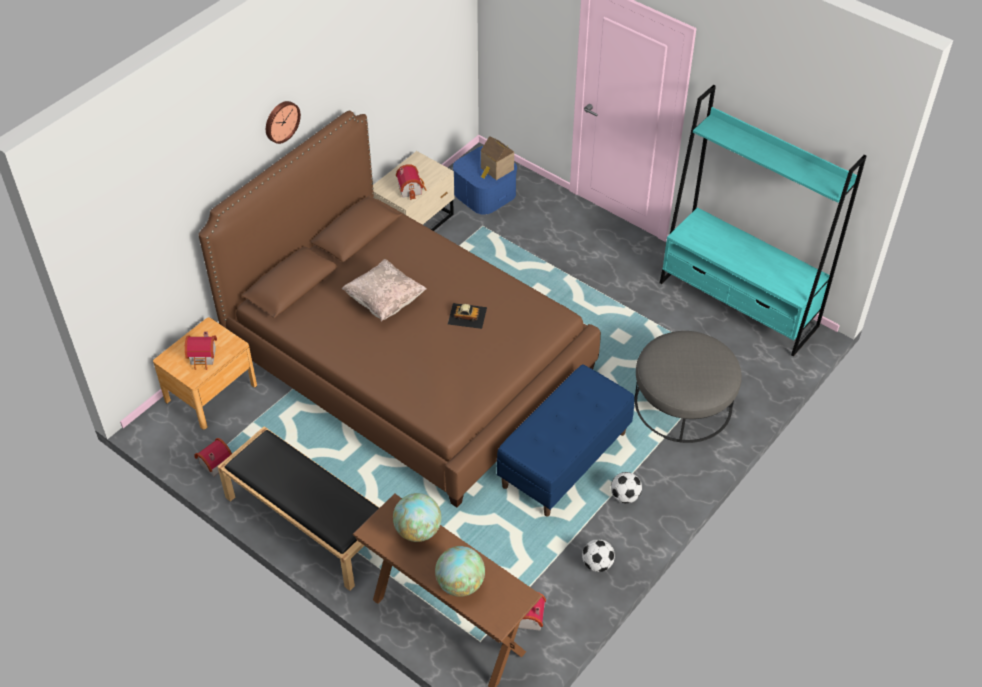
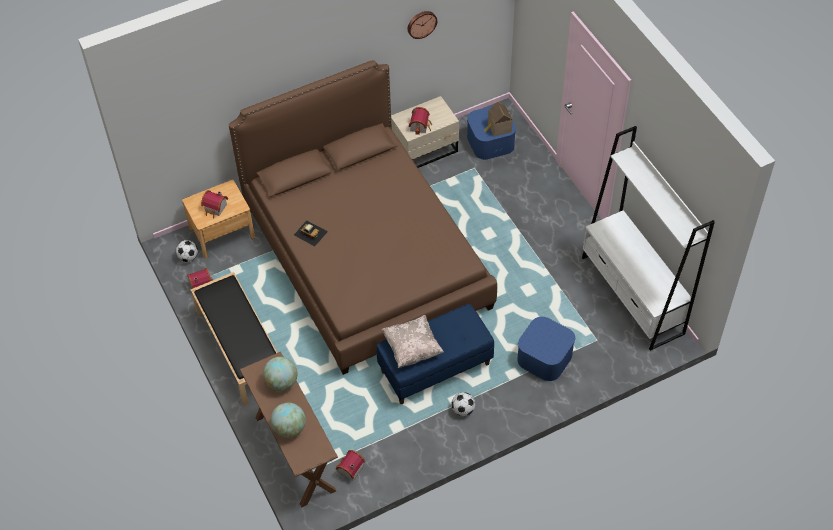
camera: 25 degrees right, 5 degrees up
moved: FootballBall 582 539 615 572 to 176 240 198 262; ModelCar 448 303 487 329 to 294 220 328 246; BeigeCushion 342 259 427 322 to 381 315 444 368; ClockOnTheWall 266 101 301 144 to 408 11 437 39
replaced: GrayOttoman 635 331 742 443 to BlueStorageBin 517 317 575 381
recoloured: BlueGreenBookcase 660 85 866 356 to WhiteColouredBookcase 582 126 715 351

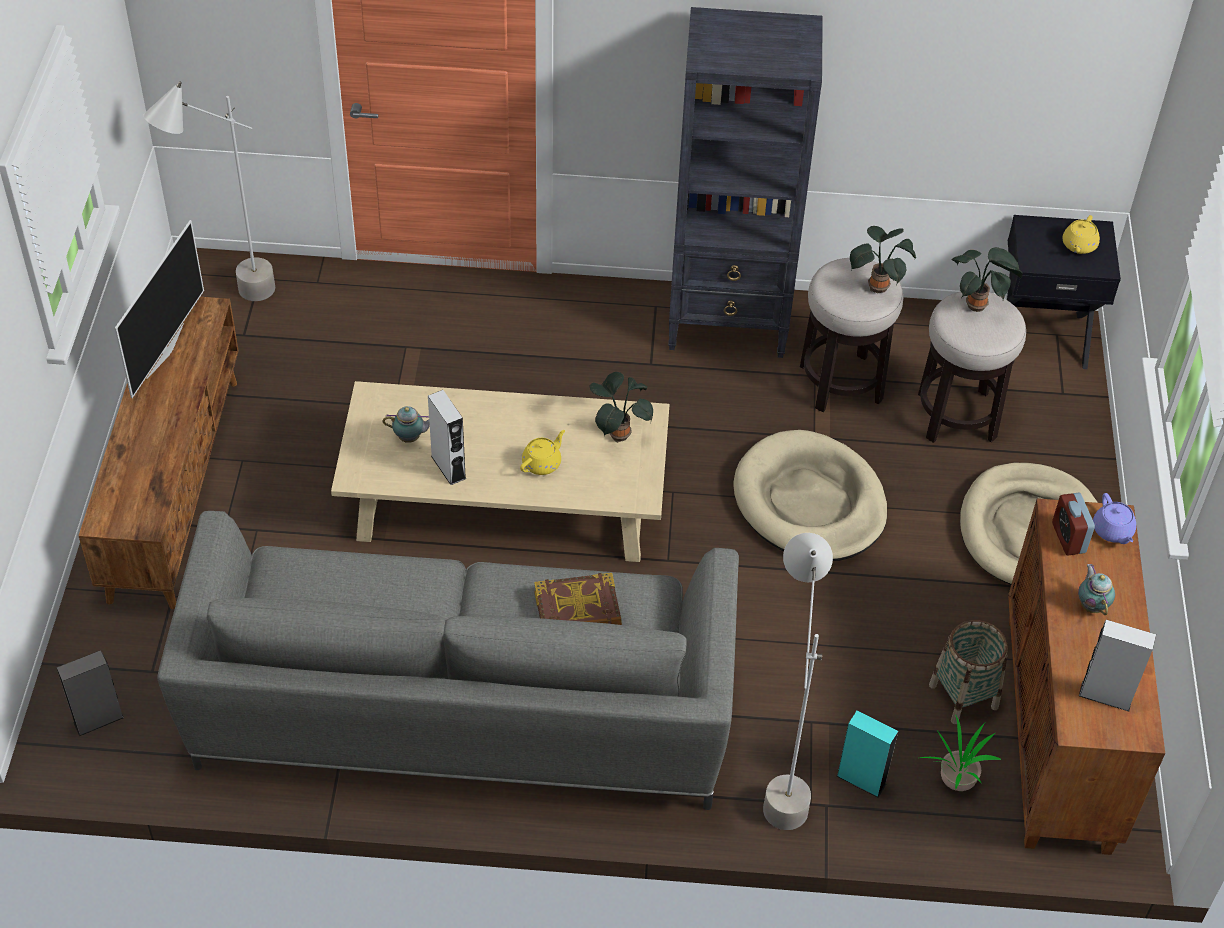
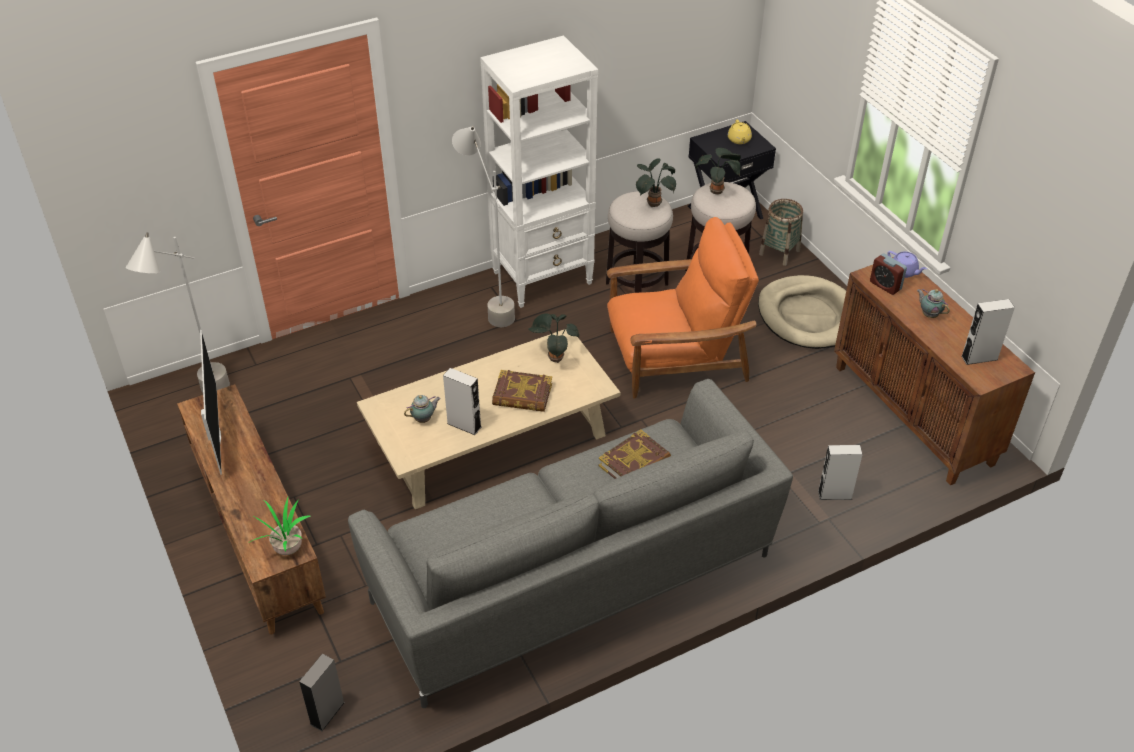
camera: 30 degrees left, 5 degrees down
moved: Houseplant 920 715 1001 791 to 250 498 311 555; GrayStandardLamp 763 533 833 830 to 452 126 515 327; HouseholdBasket 929 620 1008 724 to 759 199 803 266
replaced: YellowColouredTeapot 520 430 565 475 to BoundBook 492 370 552 412; BeigePetBed 734 430 887 561 to OrangeLoungeChair 607 217 759 398
recoloured: BlackBookcase 668 7 823 358 to WhiteColouredBookcase 480 35 598 308; BlueGreenLoudspeaker 837 711 898 798 to GrayLoudspeaker 818 445 863 500

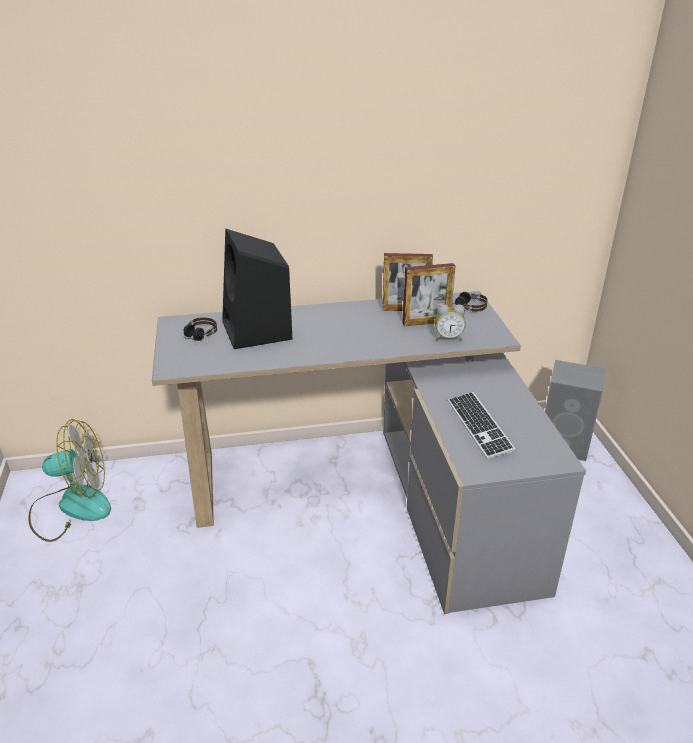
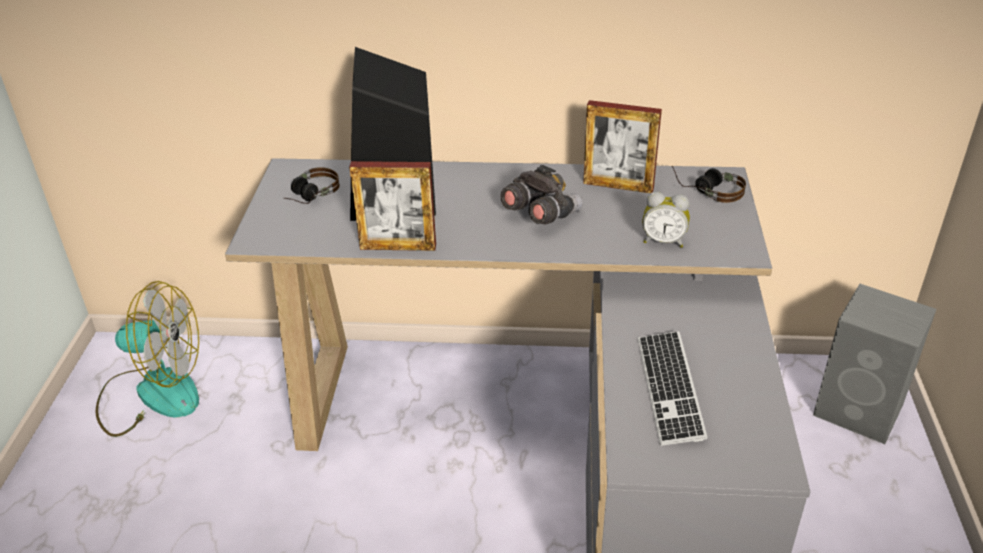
camera: 15 degrees right, 5 degrees up
added: GrayFieldGlasses 500 165 583 225
moved: StandingFrame 402 263 455 326 to 349 161 436 251

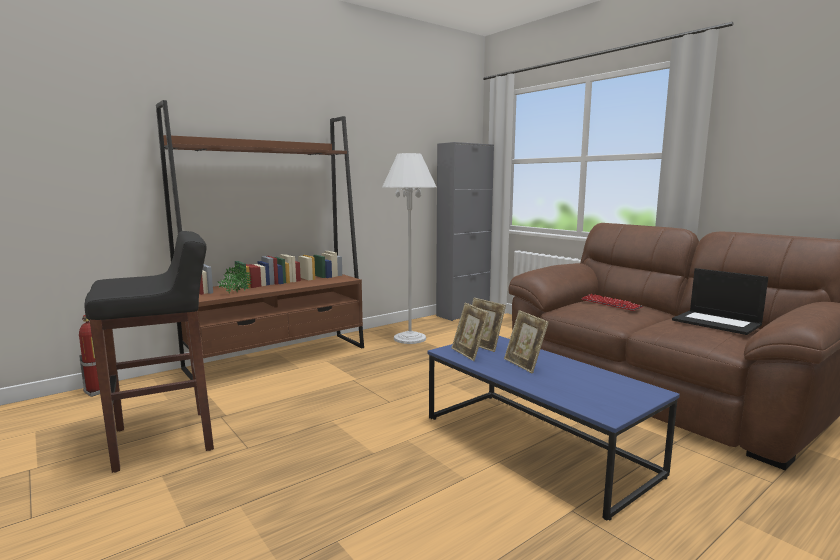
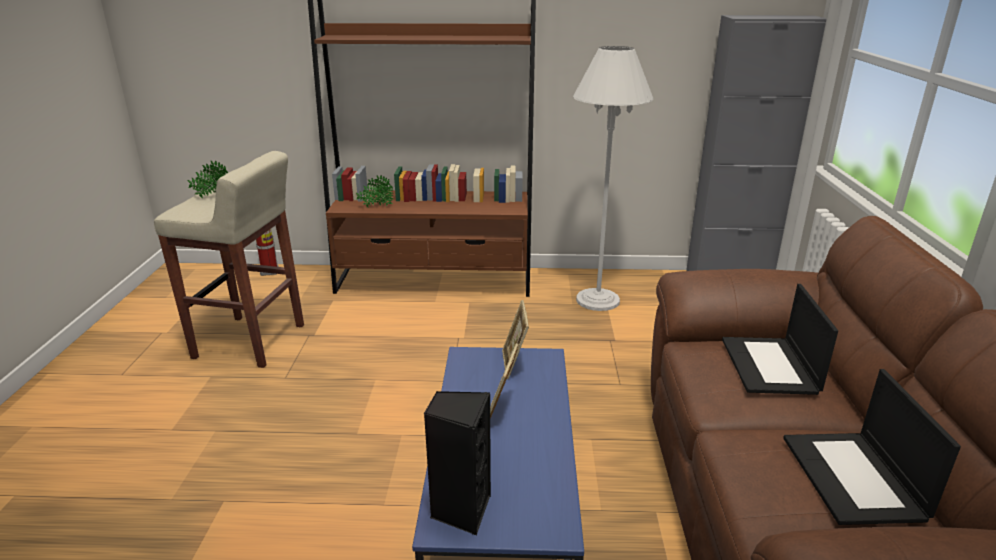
camera: 40 degrees right, 15 degrees up
removed: StandingFrame 451 303 489 361
added: Houseplant 187 160 228 199; BlackLoudspeaker 424 391 491 535
replaced: ComputerKeyboard 581 294 643 311 to Laptop 722 284 838 395
recoloured: BlackStool 84 231 214 473 to BeigeStool 154 151 304 368

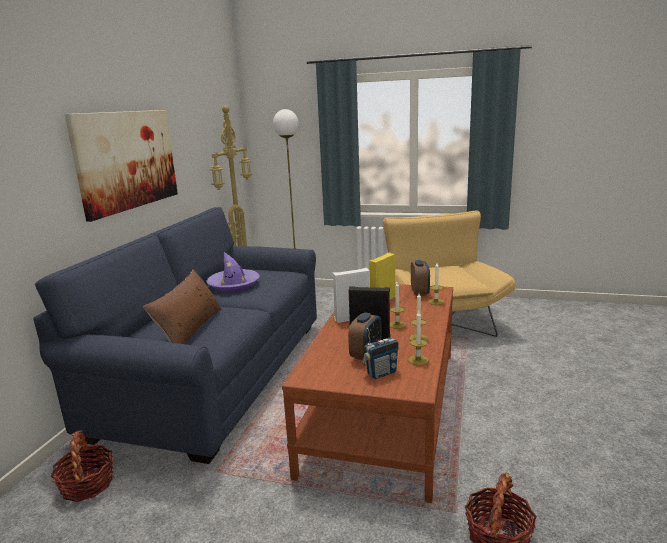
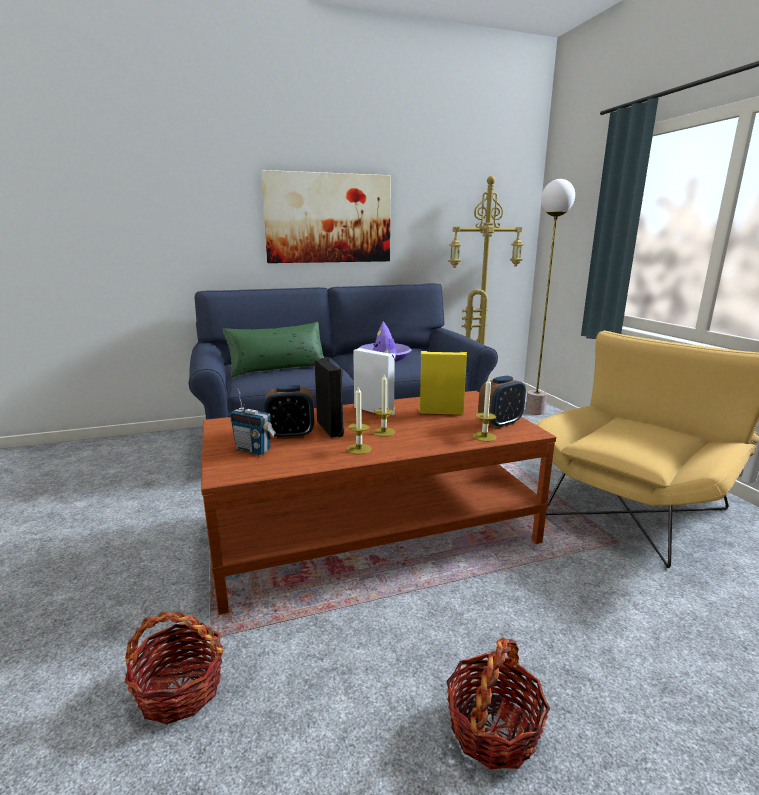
camera: 55 degrees right, 0 degrees up
removed: Candle 408 311 428 365
moved: HouseholdBasket 51 431 114 502 to 446 638 550 770
recoloured: BrownColouredCushion 143 269 222 344 to GreenCushion 223 322 324 377

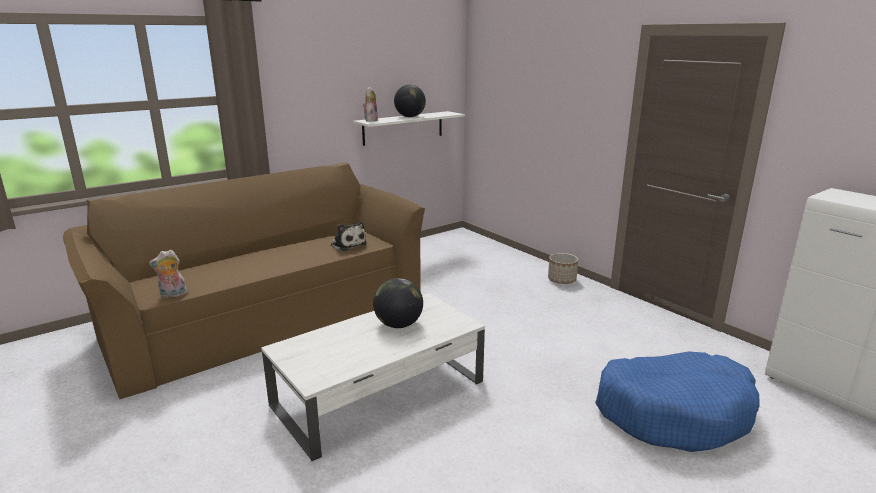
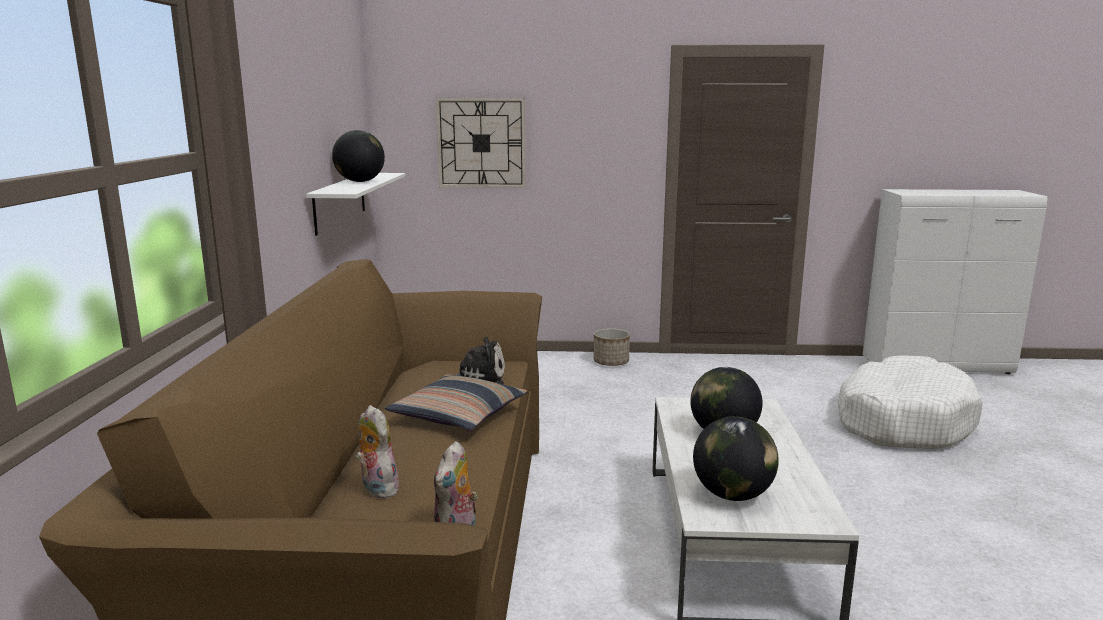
camera: 50 degrees left, 5 degrees down
added: Cushion 385 374 527 430; ClockOnTheWall 436 98 526 188; Globe 693 416 779 501
moved: SoftToy 363 87 378 122 to 356 405 399 498
recoloured: BluePetBed 595 351 760 452 to WhiteColouredPetBed 838 355 982 449

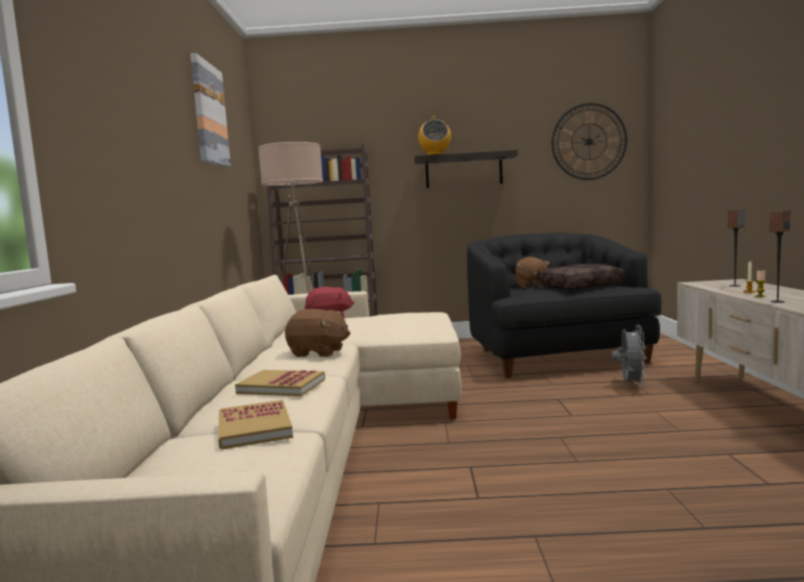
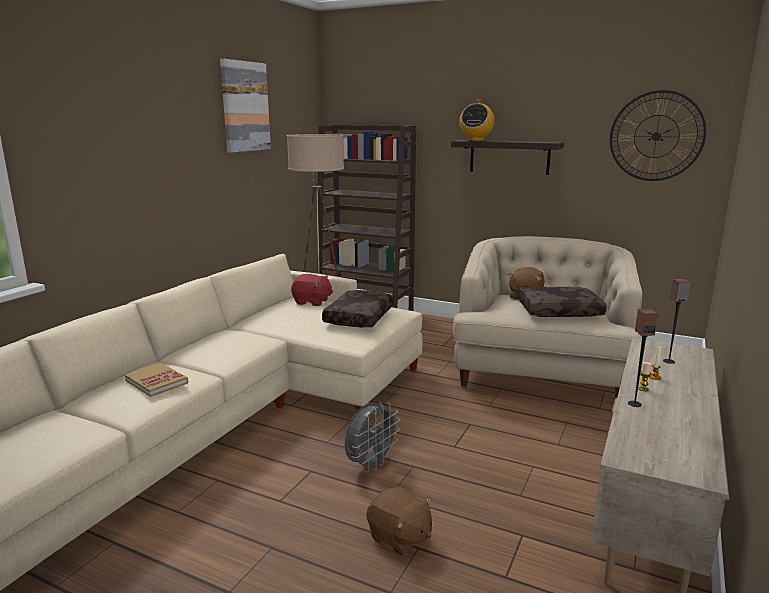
camera: 25 degrees right, 10 degrees up
removed: BoundBook 218 400 293 450
added: BrownColouredCushion 322 290 394 327
moved: GrayElectricFan 612 325 647 387 to 345 402 400 473; BrownColouredSoftToy 285 309 351 357 to 366 487 432 556
recoloured: BlackLoungeChair 467 233 662 378 to BeigeLoungeChair 453 236 642 398

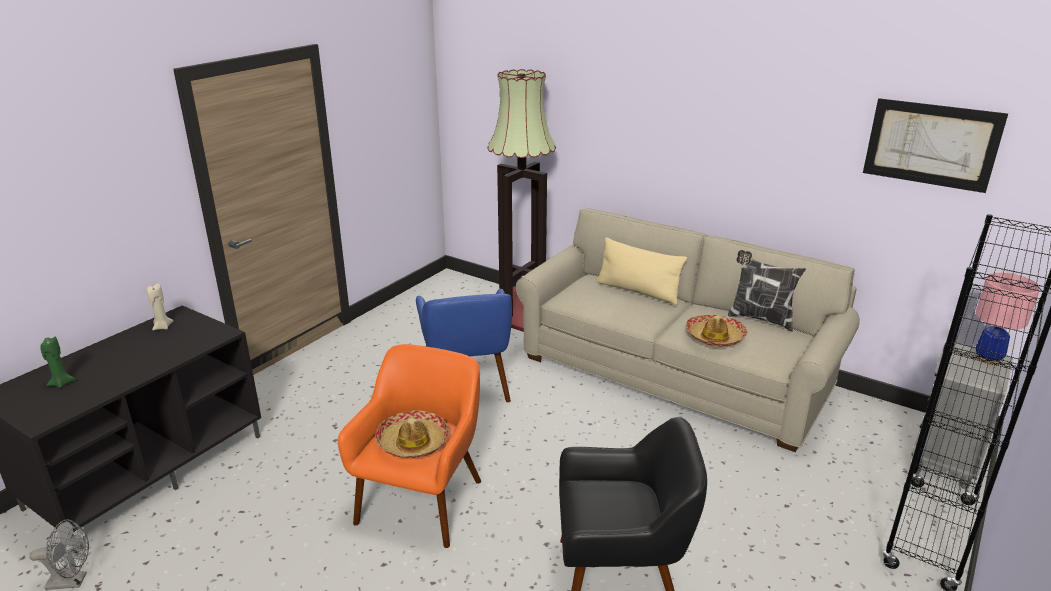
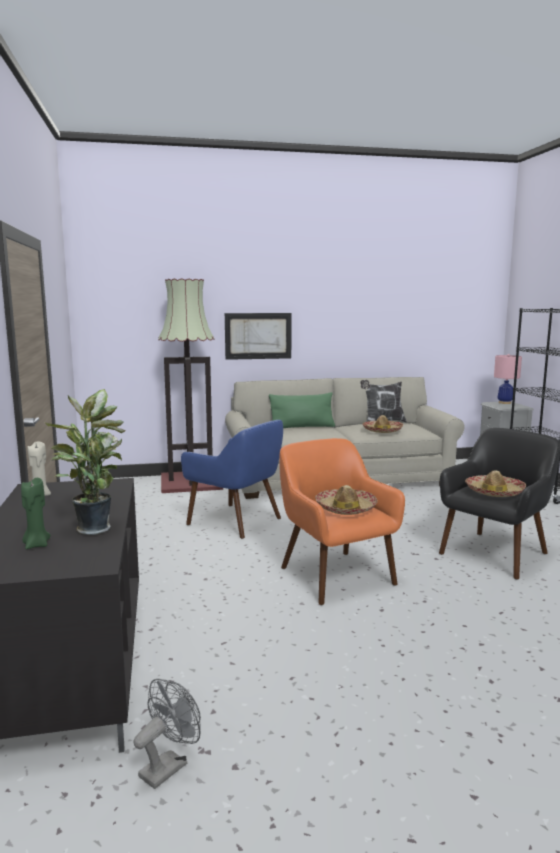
camera: 45 degrees left, 15 degrees down
added: Houseplant 45 389 126 535; Hat 465 470 526 497
moved: Picture 863 98 1008 193 to 225 313 292 360
recoloured: BeigeCushion 596 237 687 305 to GreenCushion 269 392 335 428

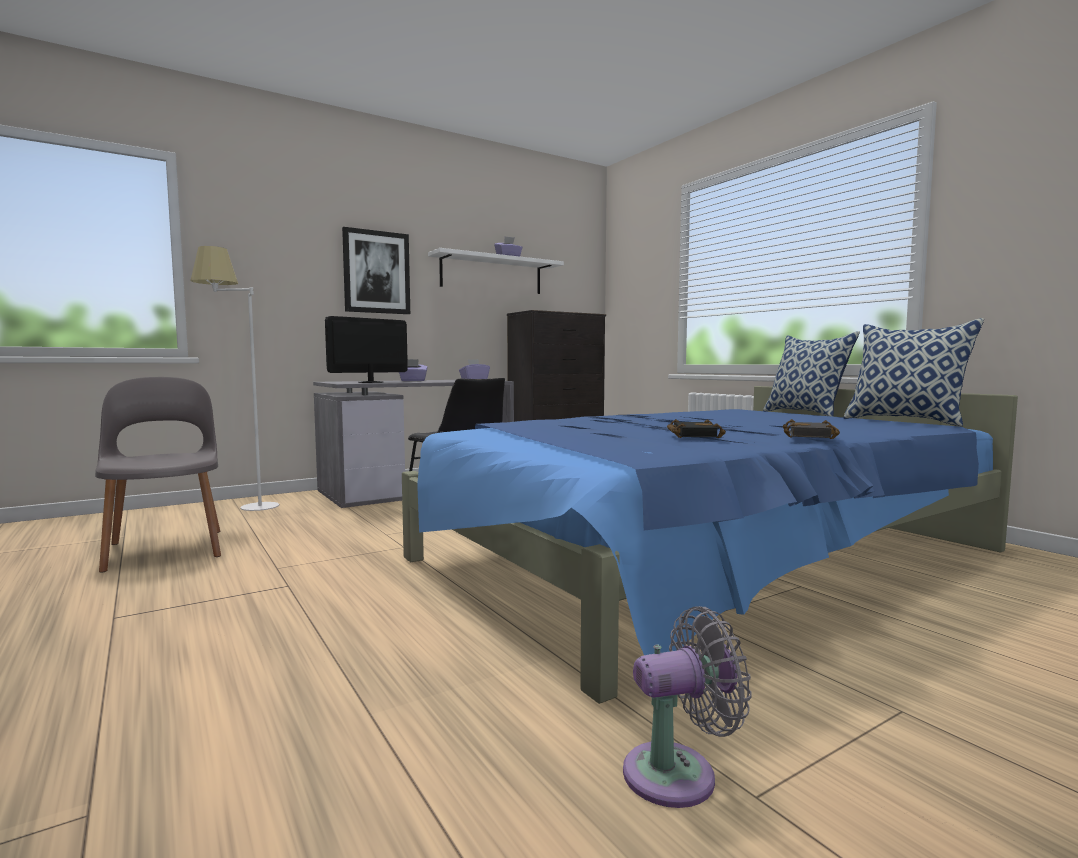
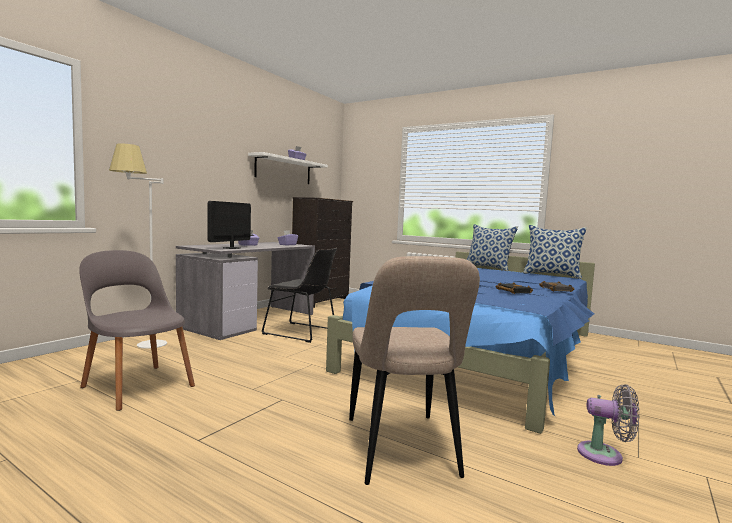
camera: 25 degrees left, 0 degrees up
removed: Picture 342 227 410 314
added: BeigePlainChair 349 256 480 485
turned: GrayElectricFan 623 606 751 808 = 577 384 639 466 60 degrees clockwise

